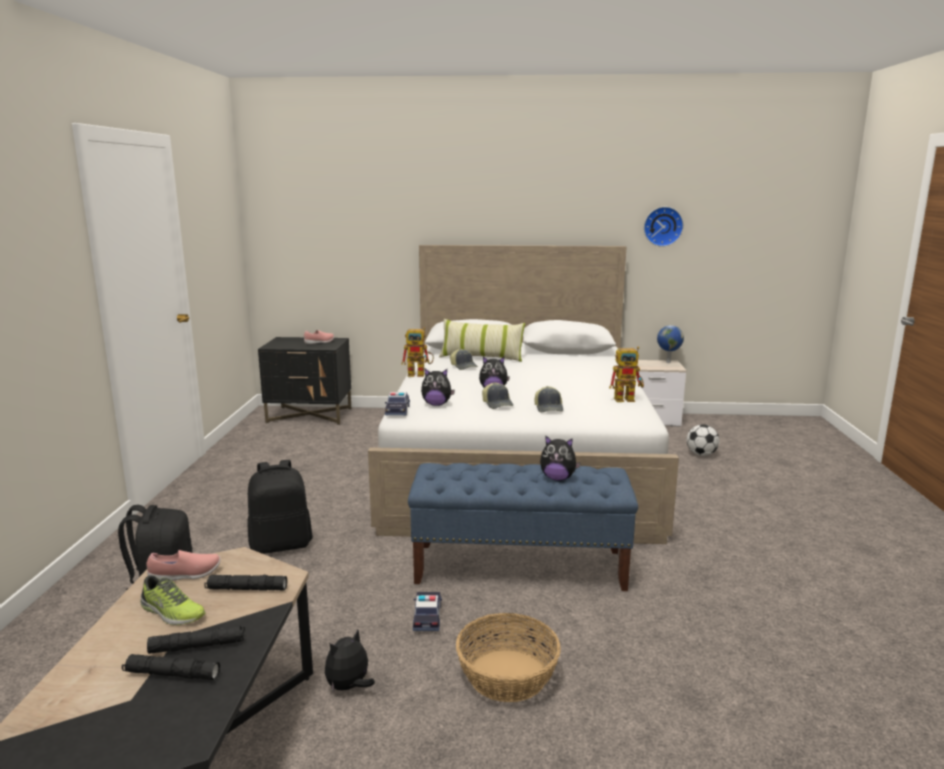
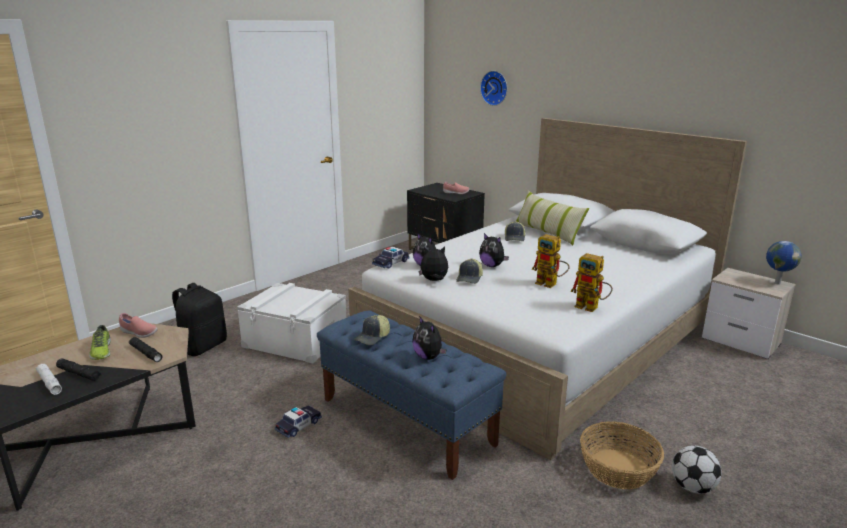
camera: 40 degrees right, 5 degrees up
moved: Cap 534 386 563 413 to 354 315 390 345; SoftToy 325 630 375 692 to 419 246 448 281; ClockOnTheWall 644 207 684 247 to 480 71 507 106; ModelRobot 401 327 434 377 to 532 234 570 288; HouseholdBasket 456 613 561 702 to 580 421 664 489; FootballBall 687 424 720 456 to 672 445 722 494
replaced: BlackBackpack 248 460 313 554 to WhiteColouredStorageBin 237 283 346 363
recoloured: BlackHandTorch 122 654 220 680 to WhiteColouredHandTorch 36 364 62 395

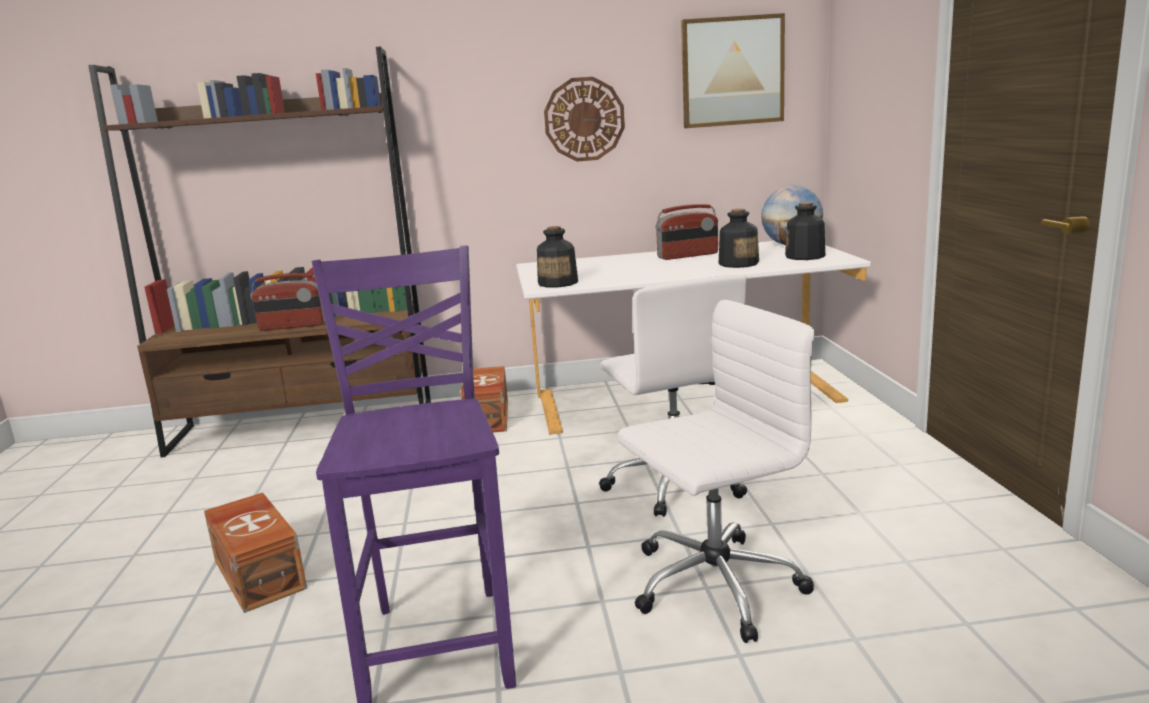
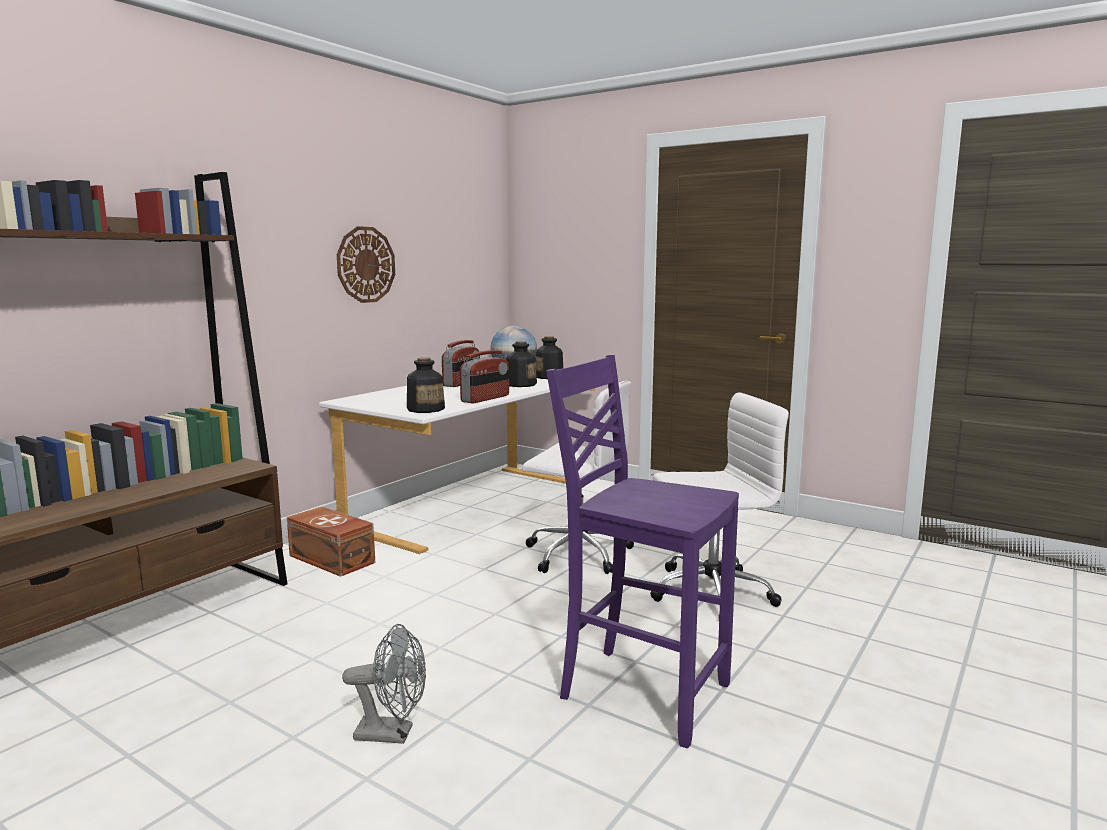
camera: 50 degrees left, 5 degrees down
removed: Picture 681 13 785 128
moved: Radio 250 273 325 331 to 460 350 509 403
replaced: BrownColouredStorageBin 204 493 307 613 to GrayElectricFan 342 624 426 744
turned: WhiteColouredComputerChair 618 300 814 643 = 651 392 789 607 60 degrees clockwise

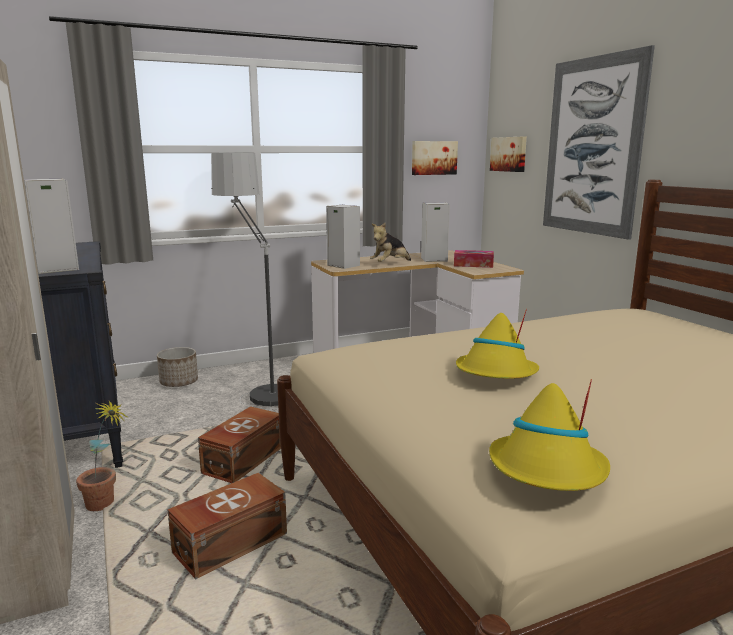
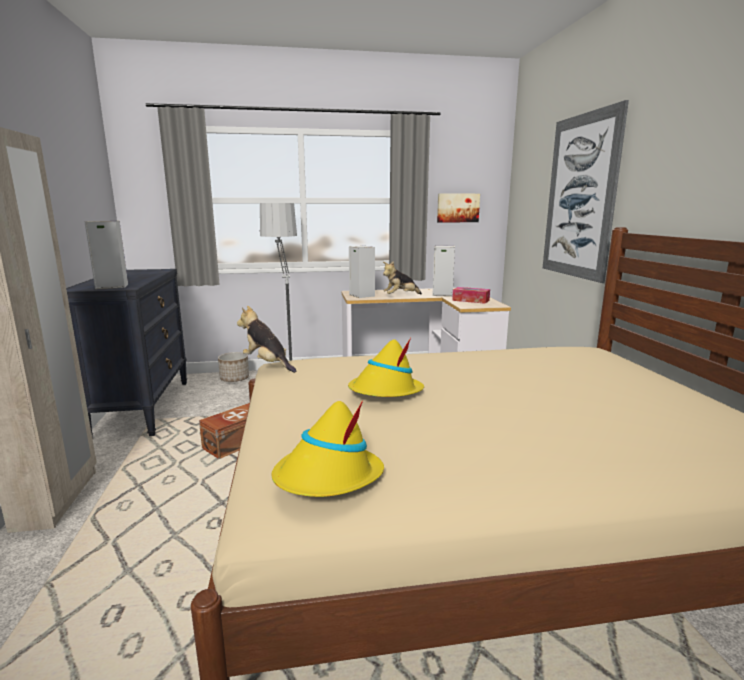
camera: 15 degrees right, 0 degrees up
removed: Houseplant 76 401 127 511; BrownColouredStorageBin 167 473 287 579; Picture 490 137 527 172
added: SoftToy 237 306 296 373

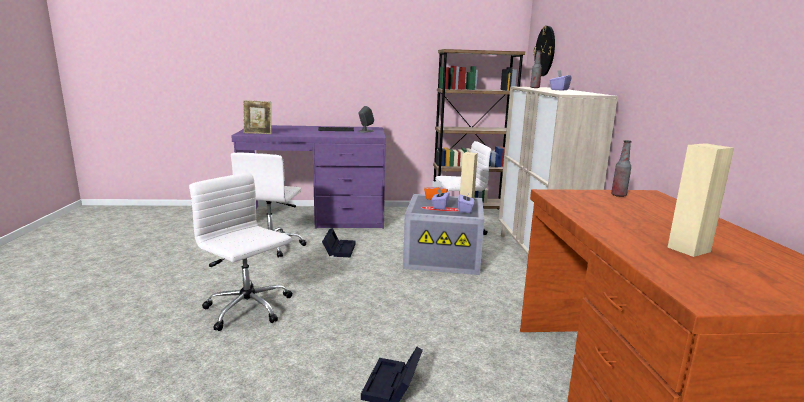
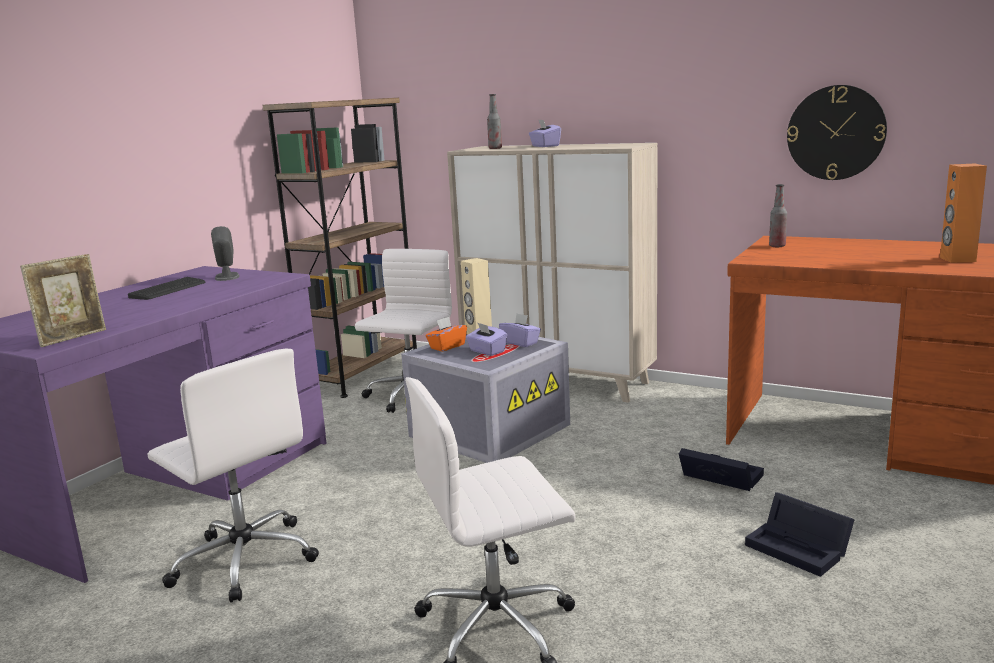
camera: 55 degrees left, 0 degrees up
moved: BlackStorageBin 322 228 356 257 to 679 448 764 491; ClockOnTheWall 533 26 555 76 to 787 85 887 180
recoloured: BeigeLoudspeaker 667 143 734 257 to OrangeLoudspeaker 940 164 987 263

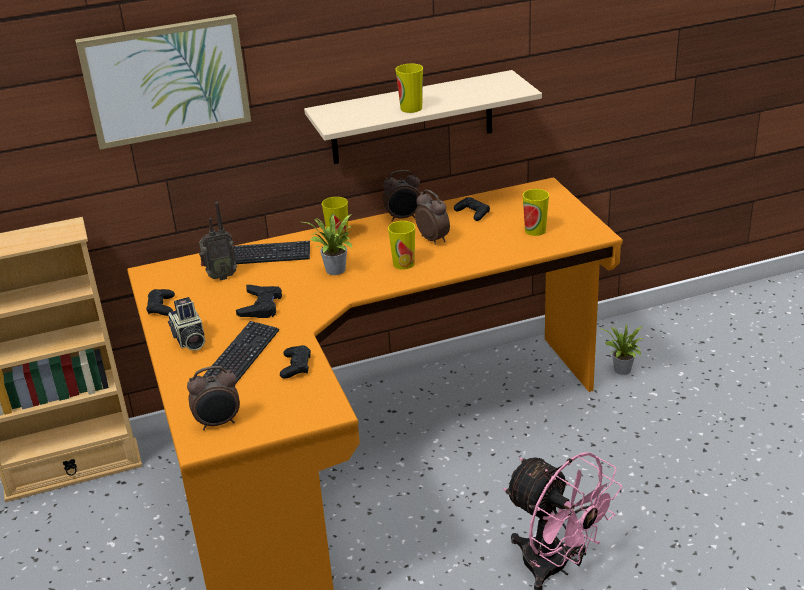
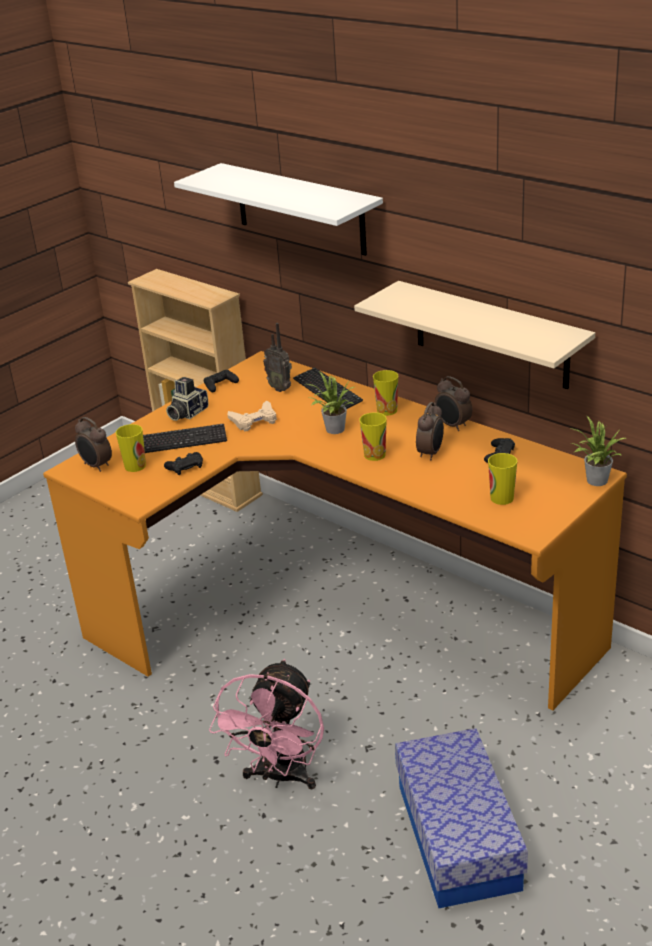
camera: 60 degrees right, 0 degrees up
added: StorageBin 395 728 528 908
moved: DrinkingCup 395 64 423 113 to 116 424 146 472; Houseplant 602 325 644 375 to 571 415 626 486
replaced: Picture 75 14 251 150 to WhiteColouredBracketShelf 174 163 383 256
recoloured: BlackJoypad 236 285 282 318 to BeigeJoypad 227 400 277 431

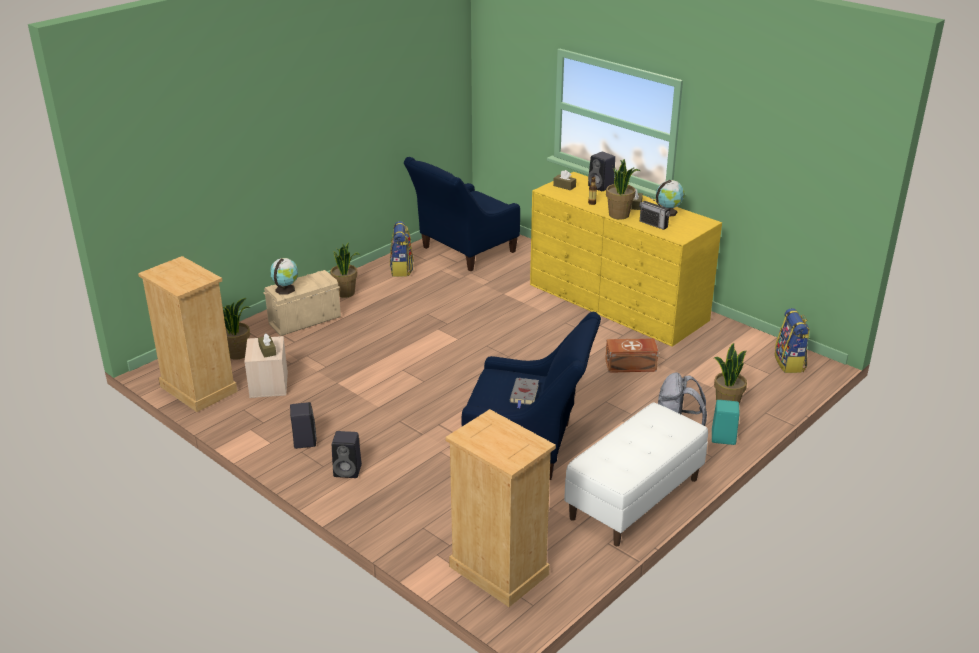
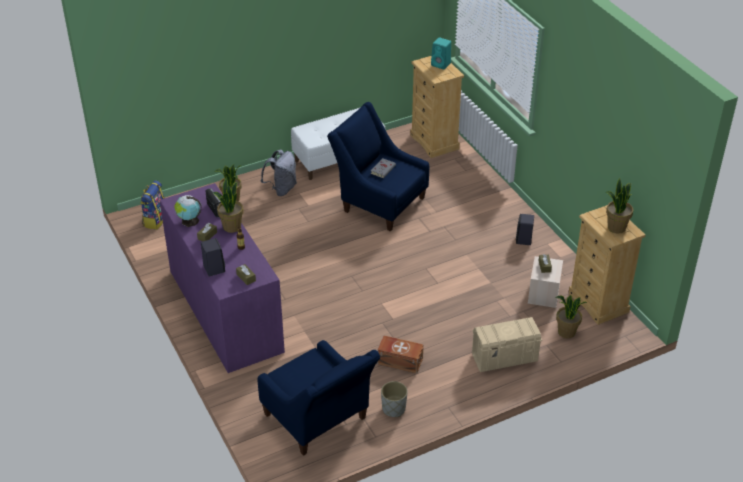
camera: 160 degrees left, 10 degrees up
removed: Globe 270 258 298 294; BlackLoudspeaker 332 431 362 478
moved: BrownColouredStorageBin 605 338 659 373 to 377 335 424 373; BlueGreenLoudspeaker 712 400 740 445 to 431 37 451 69; Houseplant 330 243 360 298 to 605 178 633 234
replaced: Backpack 390 221 413 277 to GrayFlowerPot 381 381 408 417
recoloured: YellowColouredChestOfDrawers 530 172 722 346 to PurplishChestOfDrawers 159 183 285 373
turned: BlueLoungeChair 404 157 520 272 = 258 340 380 456 75 degrees clockwise

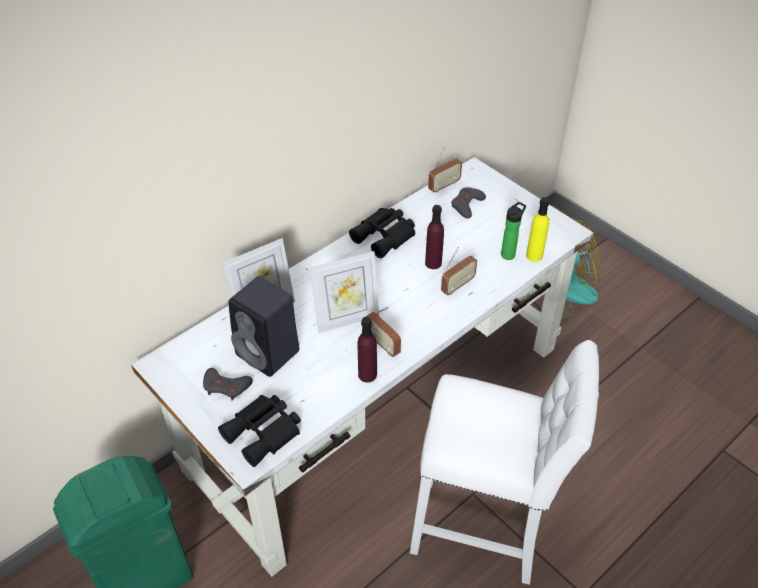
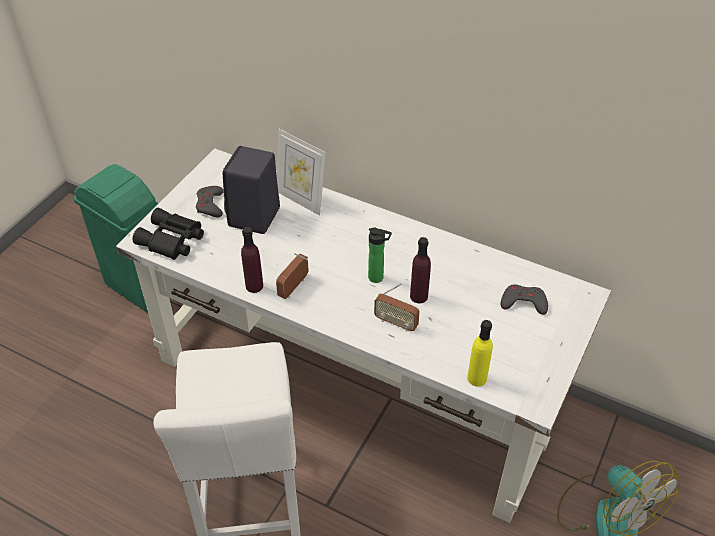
camera: 70 degrees right, 0 degrees up
removed: StandingFrame 310 251 379 333; BlackFieldGlasses 349 208 415 258; Radio 428 148 462 193
moved: Bottle 501 202 526 260 to 368 227 392 283

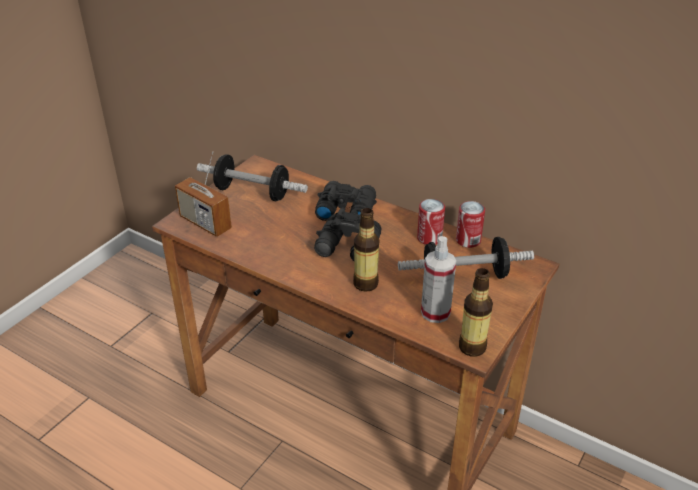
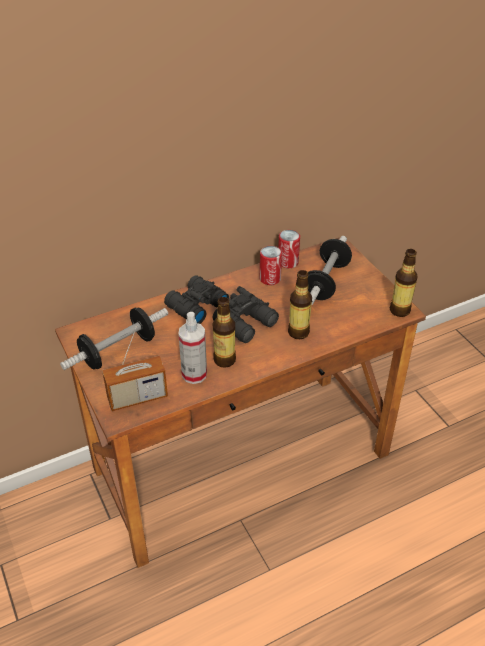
camera: 60 degrees left, 5 degrees up
added: Bottle 213 297 236 368
moved: SprayBottle 421 236 456 323 to 178 312 207 384

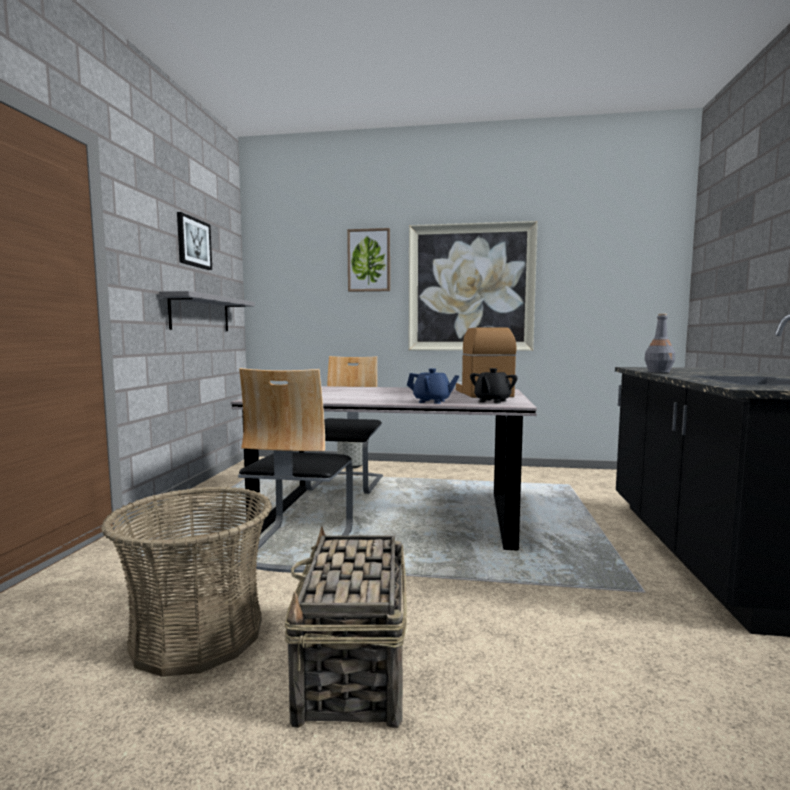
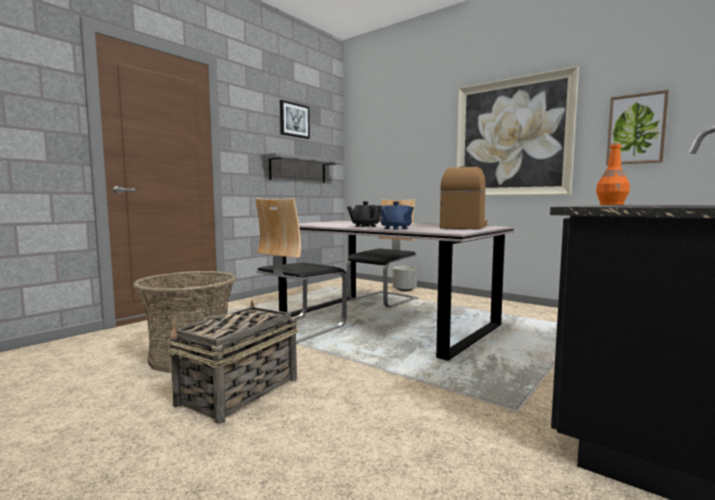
camera: 30 degrees right, 0 degrees up
moved: BlackTeapot 470 368 518 403 to 347 201 382 227; Picture 347 228 390 292 to 606 90 669 165
recoloured: GrayBottle 644 314 675 373 to OrangeBottle 596 142 630 205

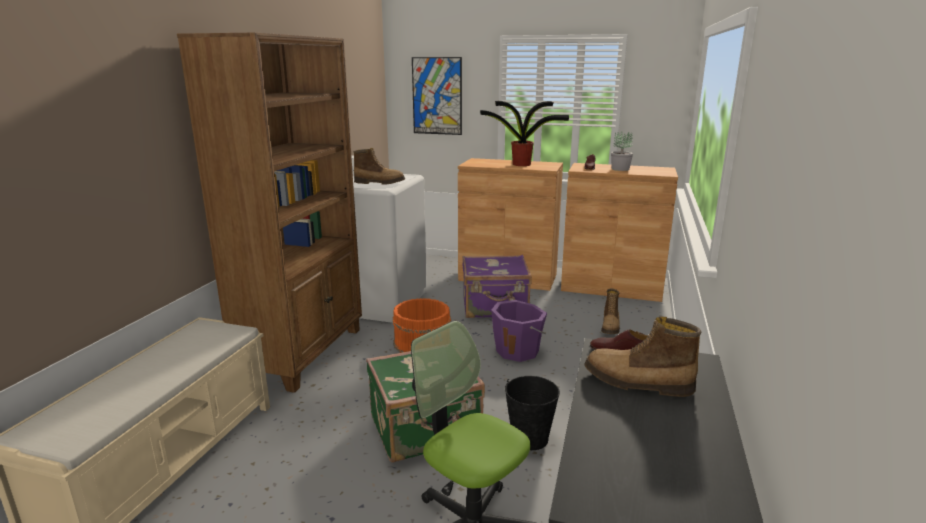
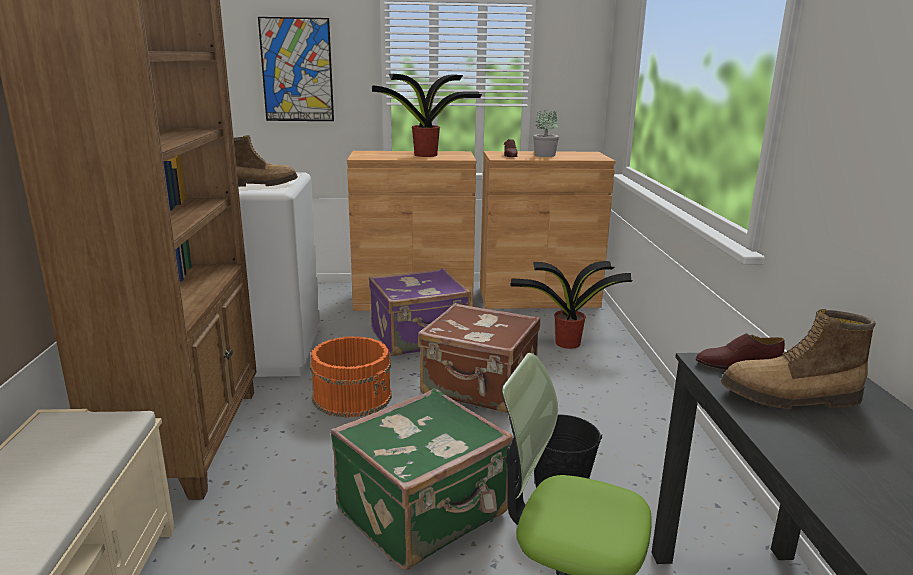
camera: 20 degrees left, 0 degrees up
replaced: PurplishWaterBucket 491 300 547 362 to BrownColouredTravelCase 418 303 540 413; TallBoot 601 289 620 334 to Houseplant 510 261 633 349

